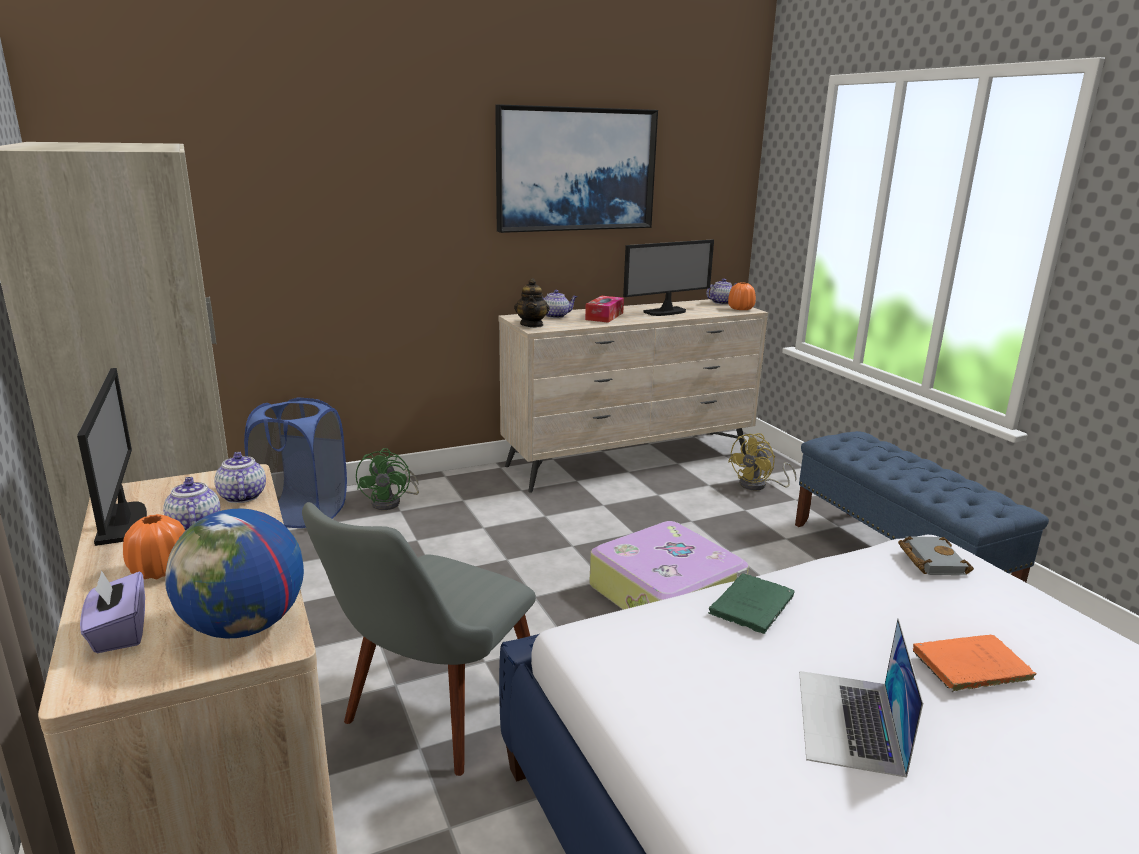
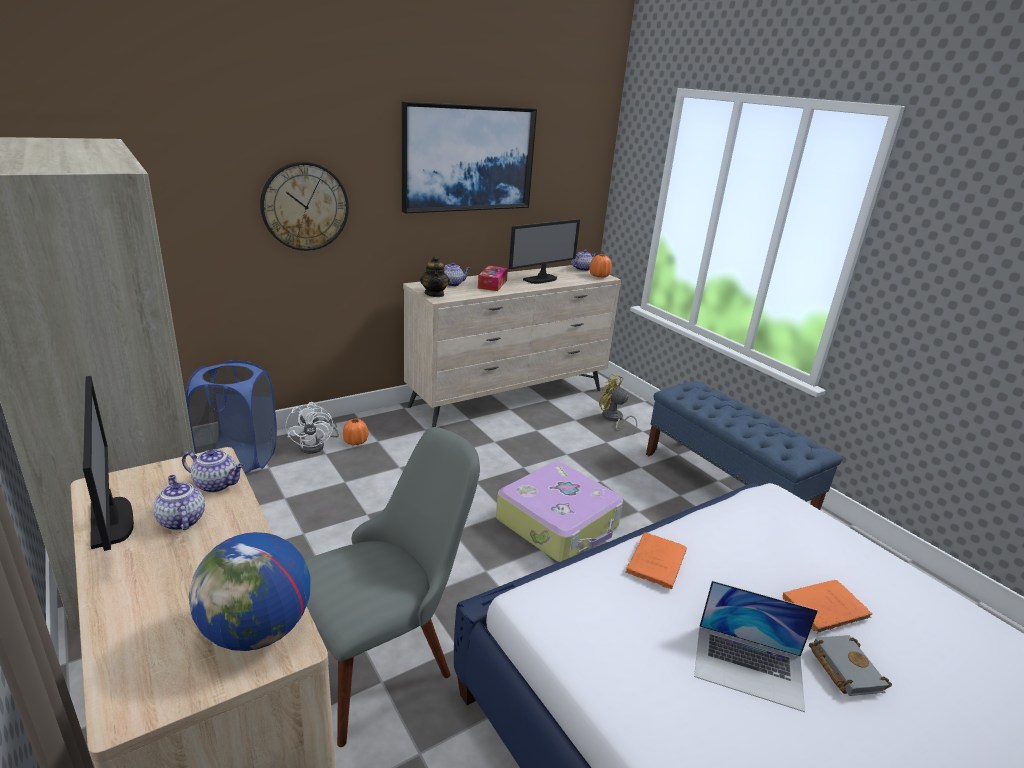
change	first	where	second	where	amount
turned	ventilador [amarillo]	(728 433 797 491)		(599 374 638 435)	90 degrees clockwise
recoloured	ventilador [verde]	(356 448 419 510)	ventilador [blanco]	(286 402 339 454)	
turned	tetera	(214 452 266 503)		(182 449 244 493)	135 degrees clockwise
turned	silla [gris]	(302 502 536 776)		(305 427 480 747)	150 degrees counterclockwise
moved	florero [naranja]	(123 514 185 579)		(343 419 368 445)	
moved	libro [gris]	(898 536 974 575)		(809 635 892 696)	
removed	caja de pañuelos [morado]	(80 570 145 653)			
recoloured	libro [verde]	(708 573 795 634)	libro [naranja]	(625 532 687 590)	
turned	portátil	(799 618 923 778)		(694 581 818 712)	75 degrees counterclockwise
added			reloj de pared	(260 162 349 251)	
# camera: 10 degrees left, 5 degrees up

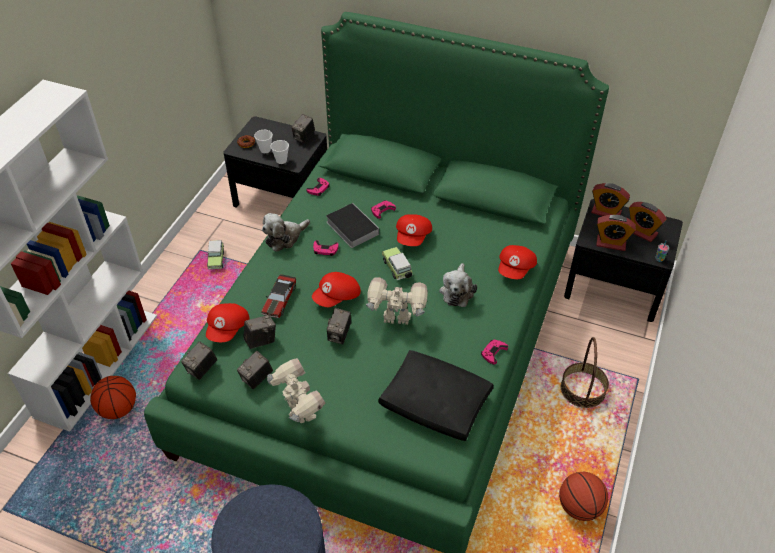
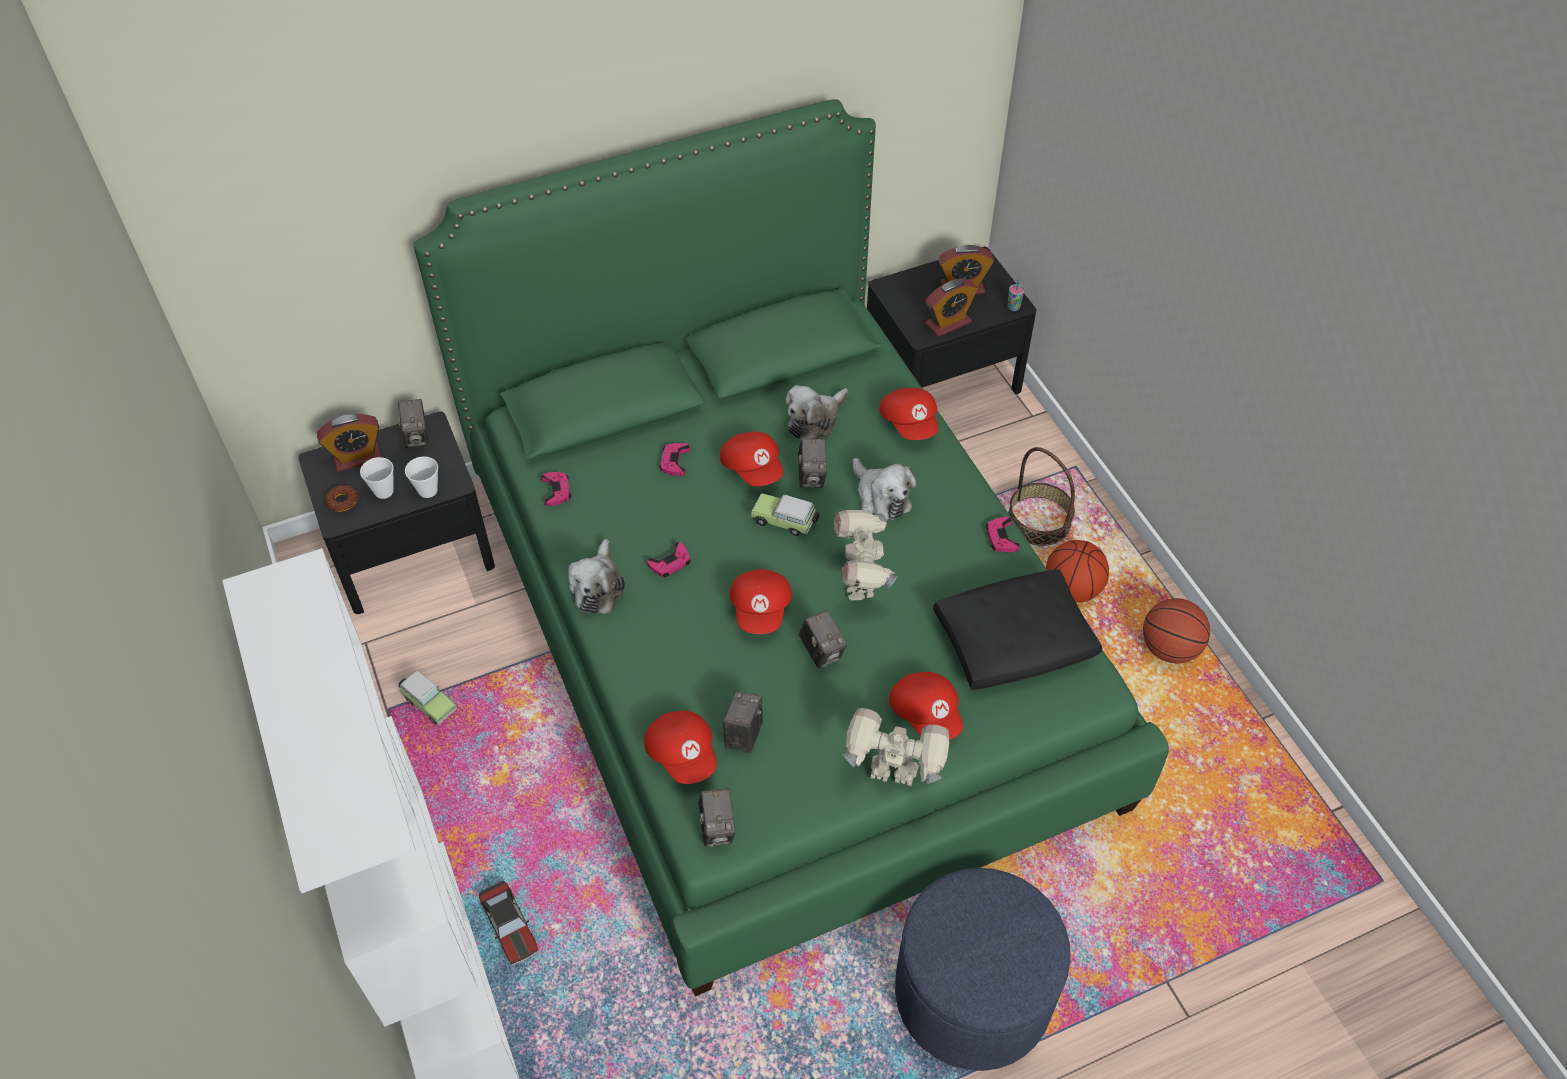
change	first	where	second	where	amount
moved	despertador	(591 183 630 216)		(317 414 381 472)	
removed	libro	(326 203 379 248)			
moved	coche de juguete	(261 274 296 318)		(479 881 539 966)	
turned	robot de juguete	(366 277 428 325)		(834 510 897 601)	60 degrees counterclockwise
moved	cámara	(237 351 273 389)		(798 438 827 488)	
moved	balón de baloncesto	(90 376 136 419)		(1046 540 1109 603)	
added			peluche	(785 385 848 439)	
added			gorra [rojo]	(889 672 963 740)	
# camera: 45 degrees left, 5 degrees up

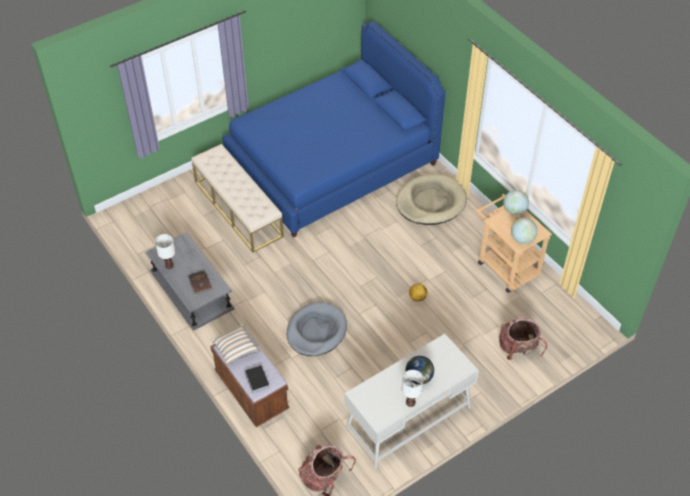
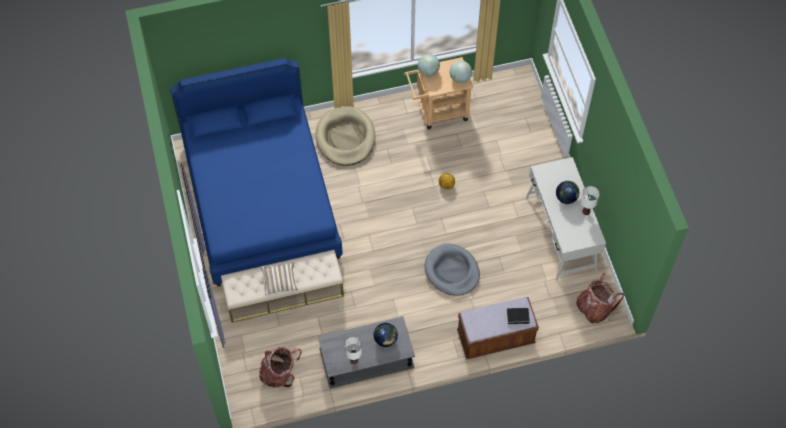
change	first	where	second	where	amount
replaced	libro [marrón]	(188 270 212 295)	globo terráqueo	(374 323 398 347)	
moved	mochila	(499 316 547 360)		(259 347 302 388)	
moved	cojín	(211 324 260 366)		(261 262 298 295)	
# camera: 70 degrees left, 10 degrees up

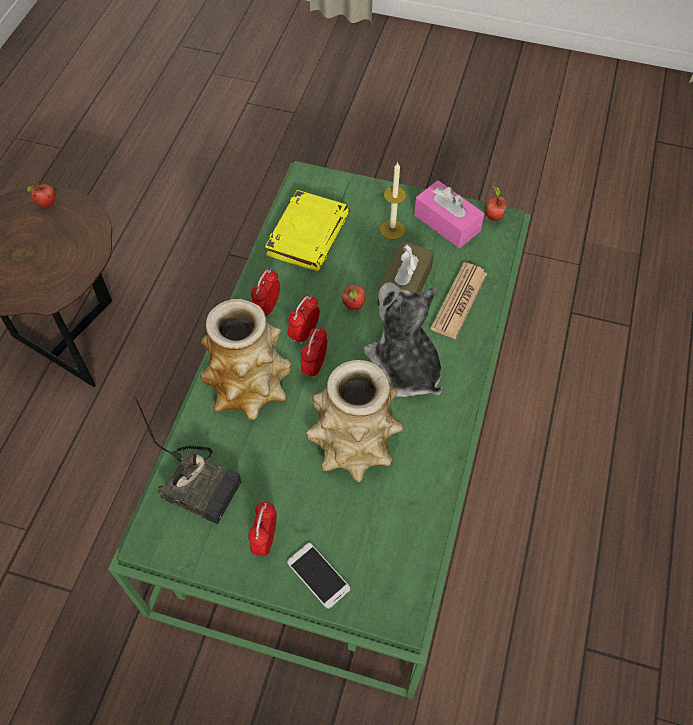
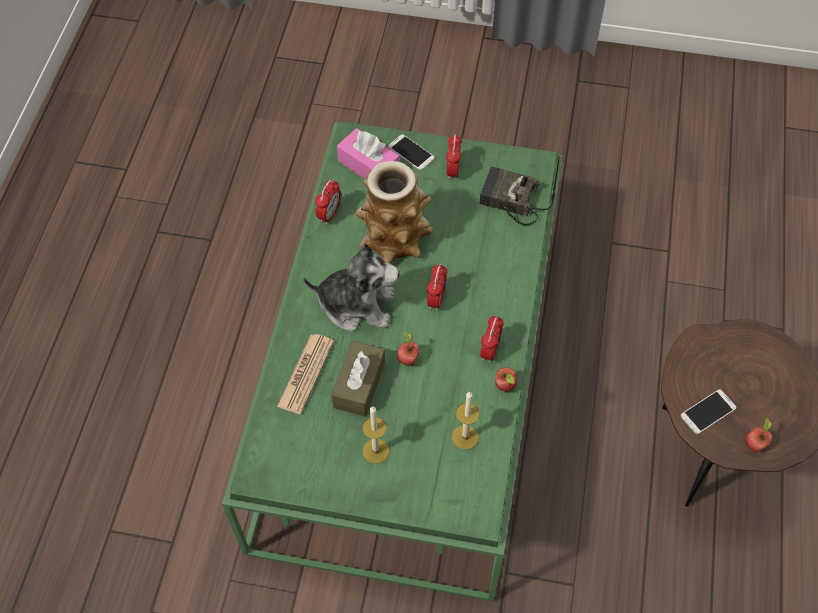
change	first	where	second	where	amount
moved	caja de pañuelos [rosa]	(414 180 484 248)		(337 128 399 179)	
moved	manzana	(485 185 507 221)		(495 367 517 391)	
replaced	libro [amarillo]	(265 190 350 271)	vela	(452 392 479 450)	
turned	peluche	(363 282 442 397)		(303 244 399 331)	45 degrees counterclockwise
moved	despertador	(288 295 320 345)		(315 179 341 224)	
removed	florero	(200 299 291 420)			
added			móvil	(681 389 736 434)	
# camera: 175 degrees right, 0 degrees up

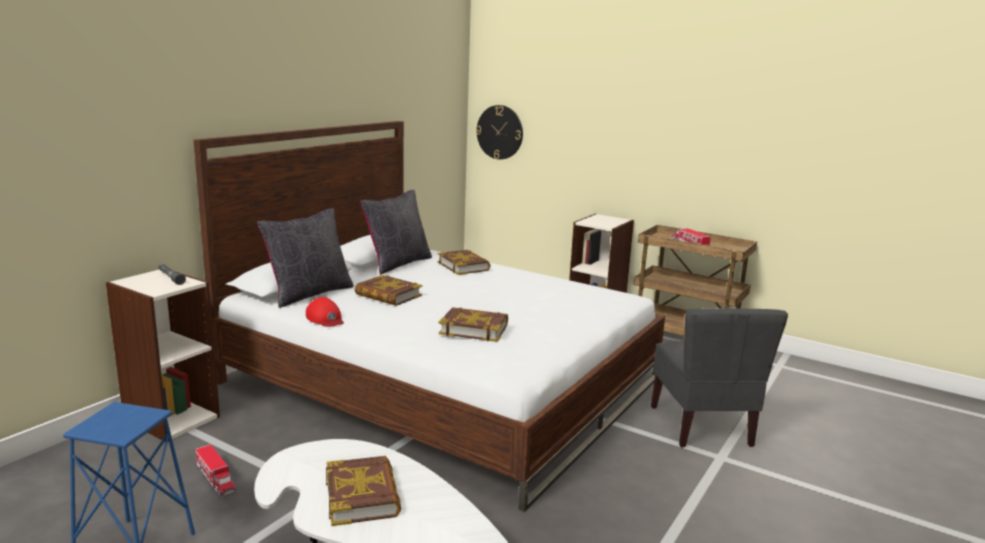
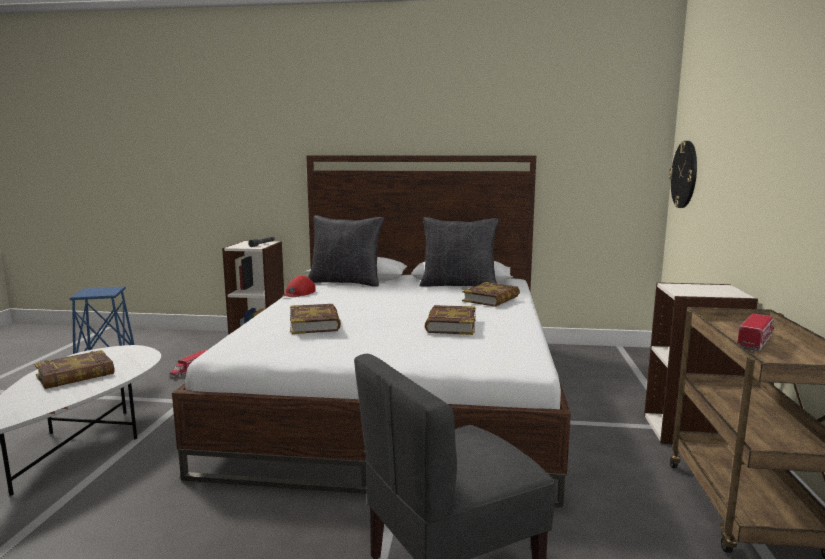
change	first	where	second	where	amount
moved	libro	(355 275 422 306)		(425 305 476 335)	
# camera: 65 degrees right, 5 degrees down

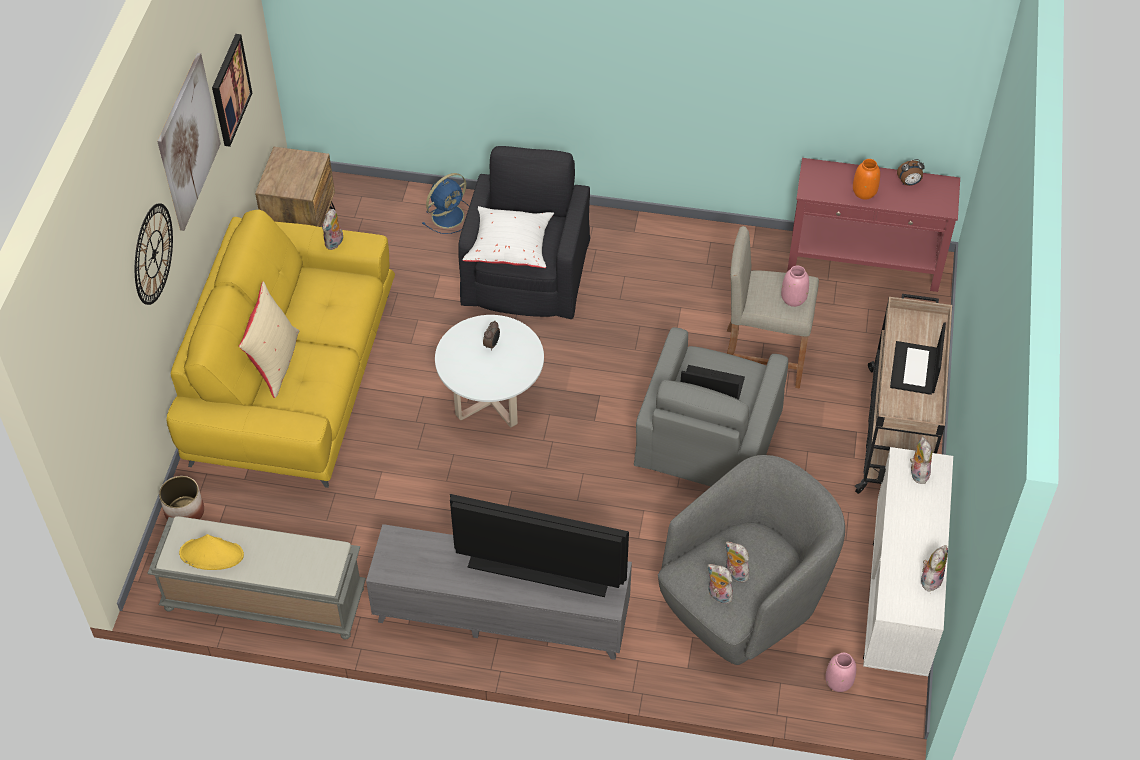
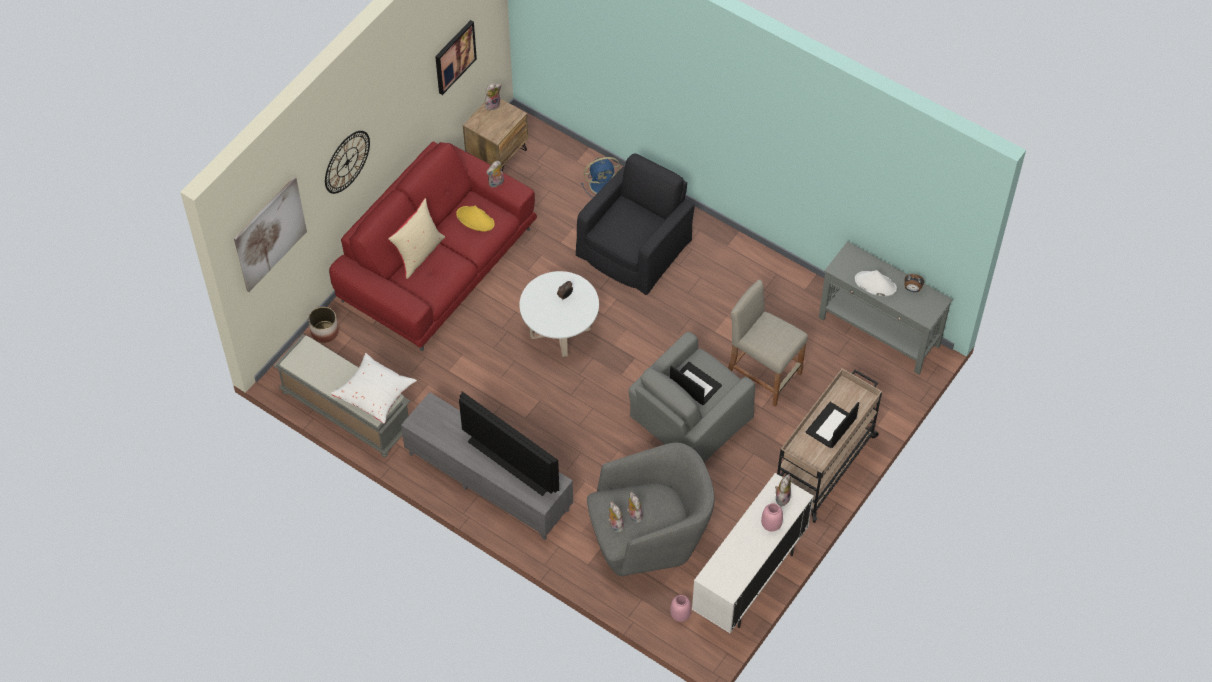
change	first	where	second	where	amount
moved	cuadro	(157 53 221 231)		(234 177 307 292)	
recoloured	mesa consola [rojo]	(787 158 960 292)	mesa consola [gris]	(819 241 953 374)	
replaced	florero [naranja]	(853 159 880 200)	sombrero [blanco]	(855 270 897 296)	
moved	cojín [blanco]	(463 206 554 268)		(330 353 417 424)	
recoloured	sofá [amarillo]	(166 210 395 488)	sofá [rojo]	(329 142 537 352)	
moved	florero [rosa]	(781 266 809 307)		(761 503 783 532)	
moved	sombrero [amarillo]	(179 534 244 570)		(456 206 495 232)	
moved	peluche	(921 545 948 591)		(485 83 501 110)	
# camera: 25 degrees right, 5 degrees up

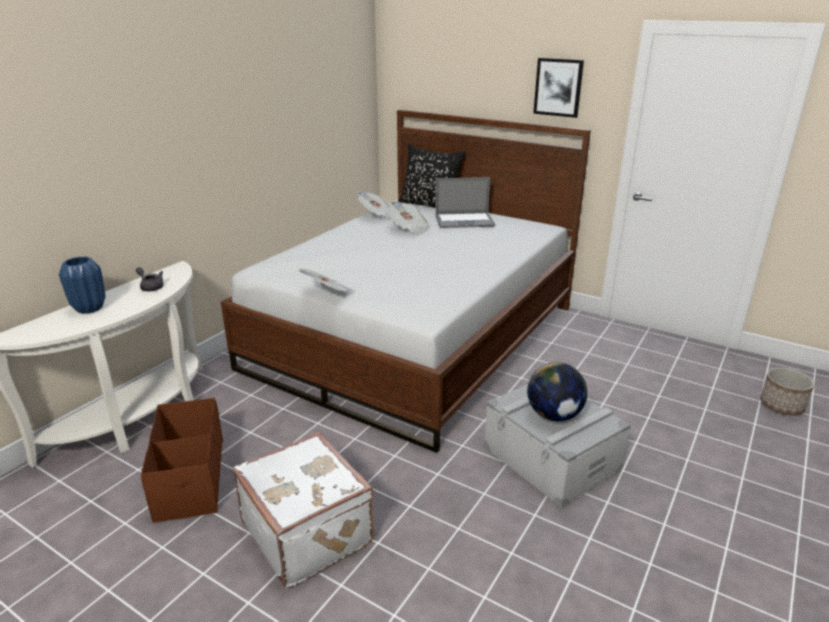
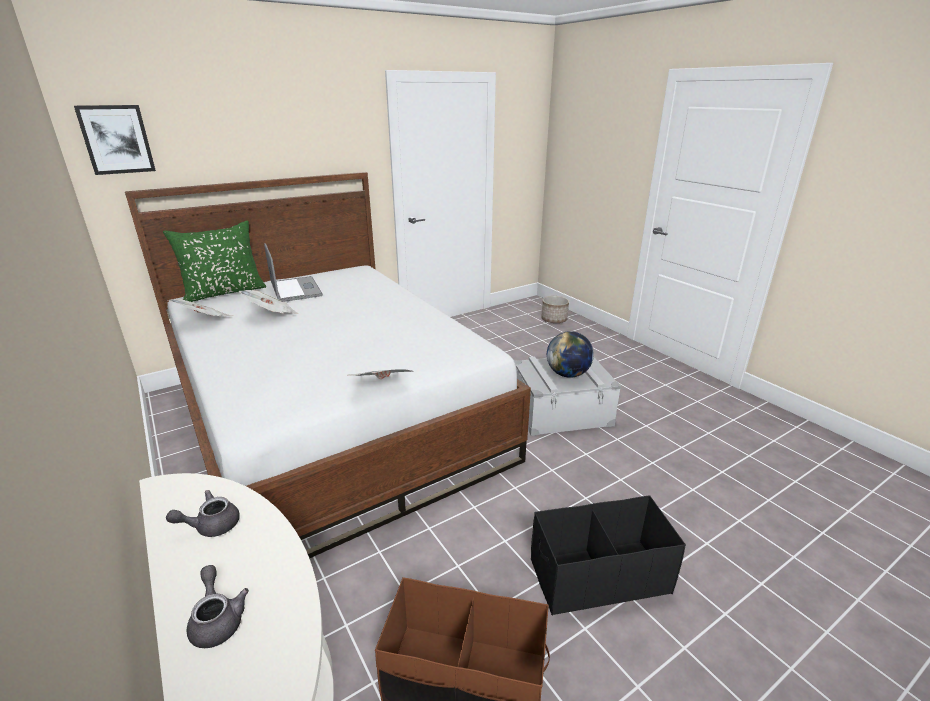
change	first	where	second	where	amount
moved	cuadro	(533 58 584 118)		(74 105 156 175)	
recoloured	cojín [negro]	(398 144 465 208)	cojín [verde]	(163 221 266 302)	
turned	portátil	(435 177 495 228)		(264 243 323 302)	45 degrees counterclockwise
replaced	florero [azul]	(59 257 106 314)	tetera [gris]	(187 565 249 648)	
replaced	maleta [blanco]	(233 432 374 589)	caja de almacenaje [negro]	(531 495 686 616)	
# camera: 65 degrees left, 0 degrees up

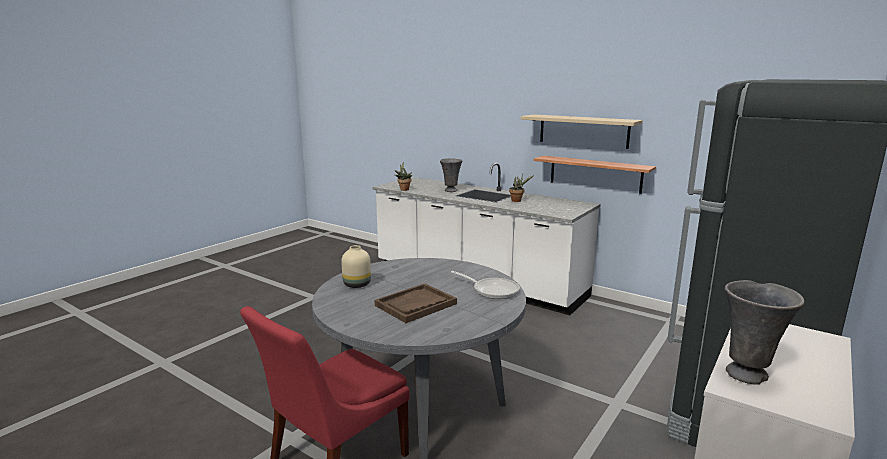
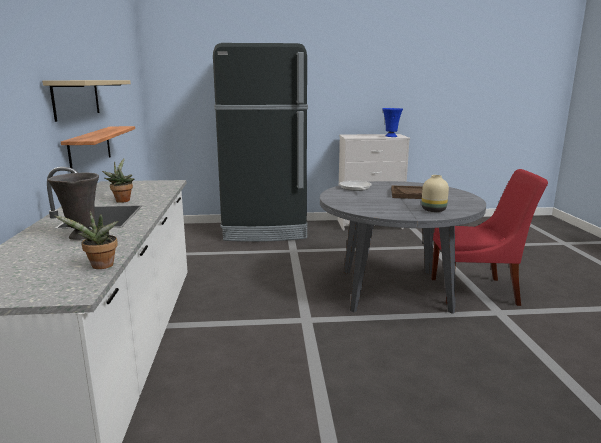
change	first	where	second	where	amount
recoloured	florero [gris]	(725 280 805 385)	florero [azul]	(382 108 403 137)	
# camera: 130 degrees left, 0 degrees up

